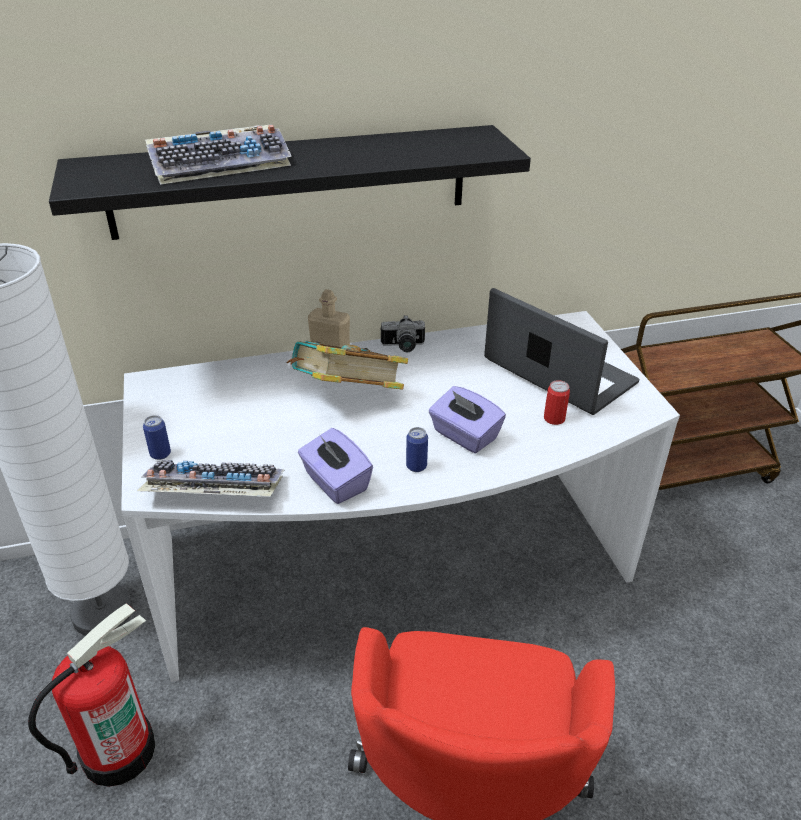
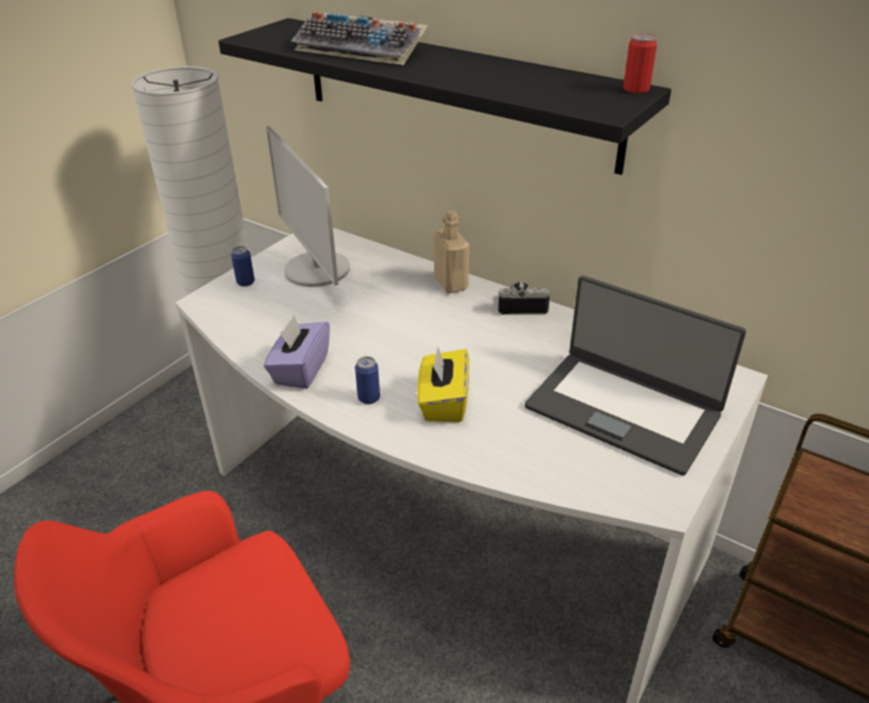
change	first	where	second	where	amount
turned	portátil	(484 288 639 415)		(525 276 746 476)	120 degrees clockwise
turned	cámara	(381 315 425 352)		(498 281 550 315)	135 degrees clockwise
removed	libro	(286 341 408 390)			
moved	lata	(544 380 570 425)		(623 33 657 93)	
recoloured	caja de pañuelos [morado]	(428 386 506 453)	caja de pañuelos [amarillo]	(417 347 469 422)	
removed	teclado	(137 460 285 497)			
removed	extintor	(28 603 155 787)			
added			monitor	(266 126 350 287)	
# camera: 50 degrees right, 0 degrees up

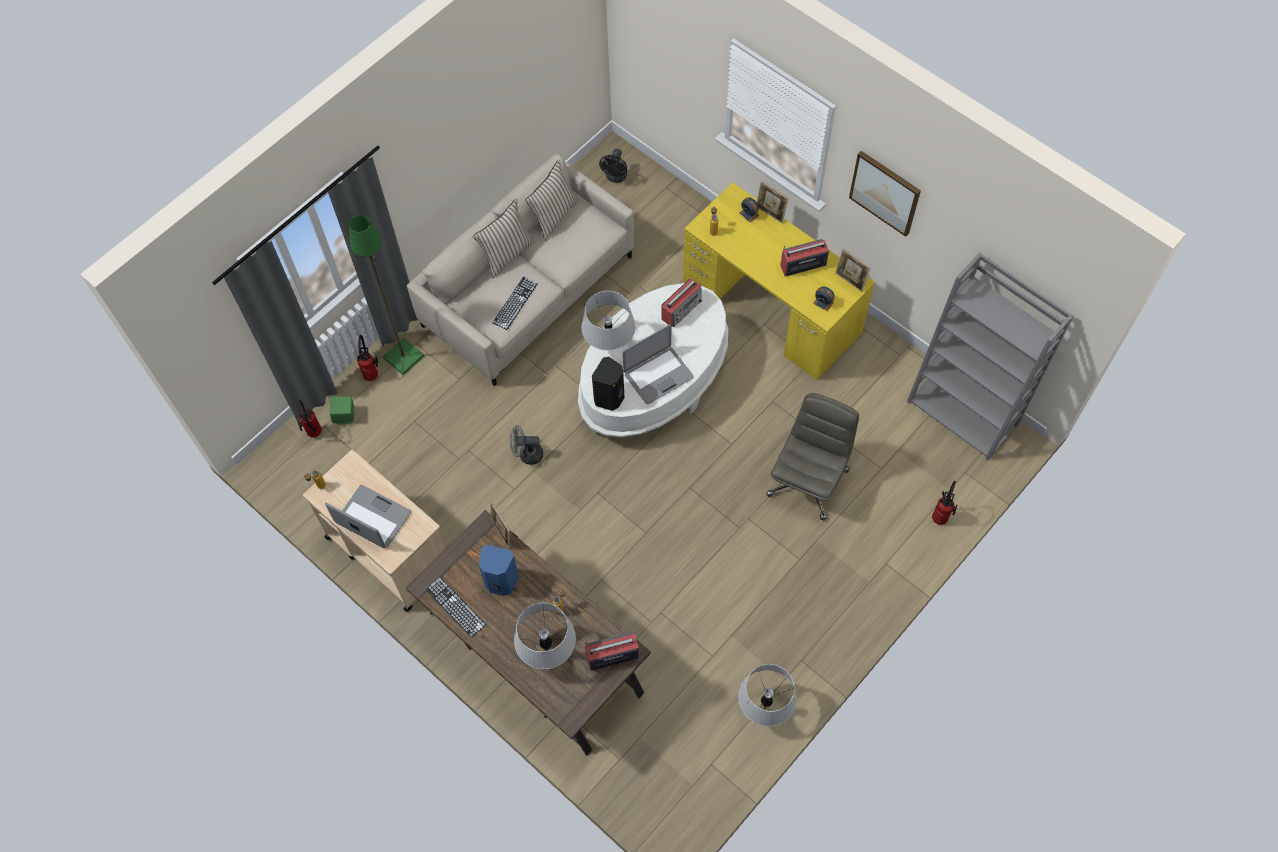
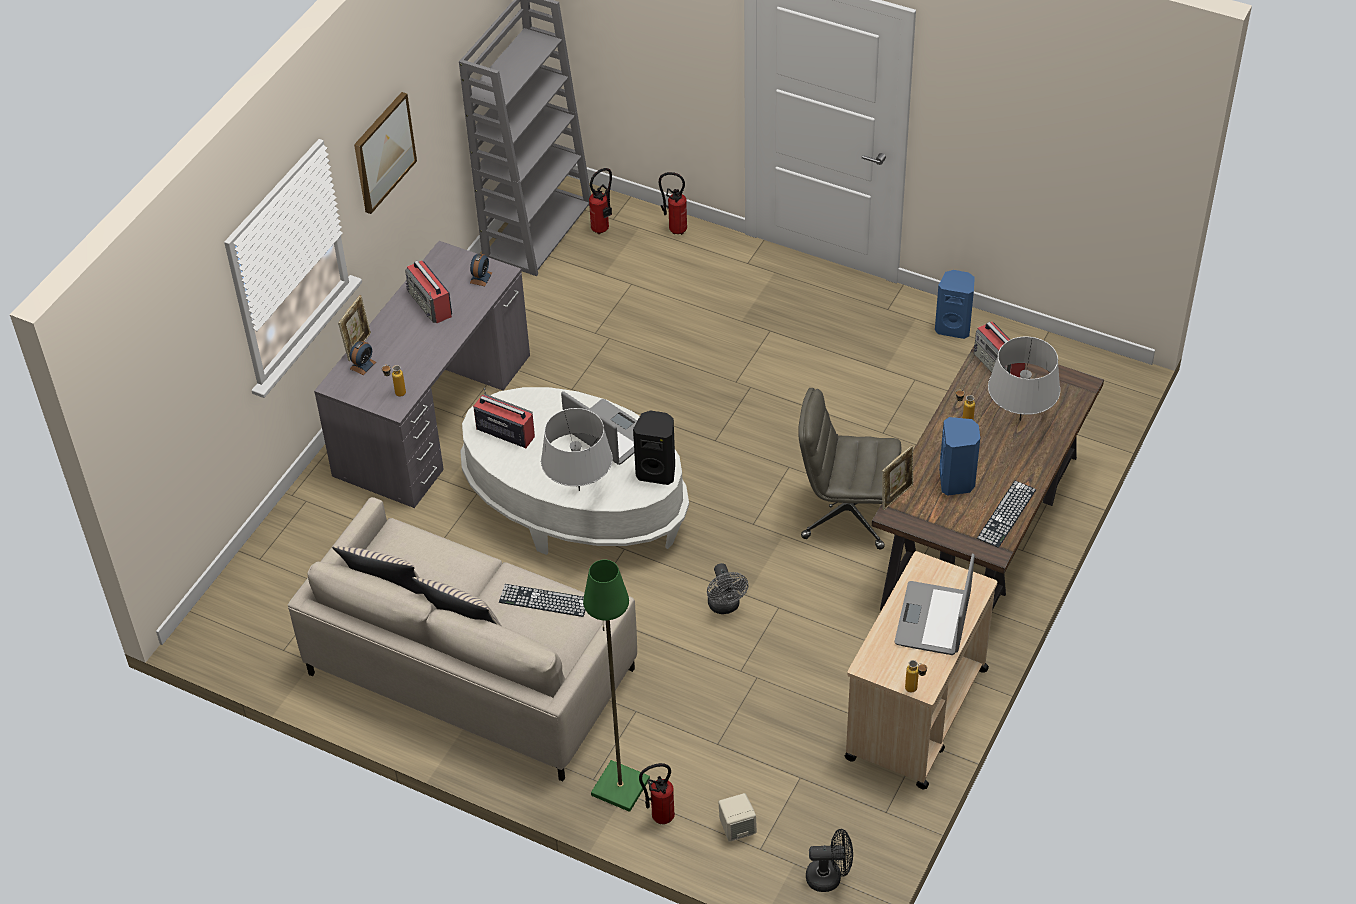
change	first	where	second	where	amount
moved	ventilador [negro]	(599 148 627 183)		(806 829 853 892)	
recoloured	escritorio [amarillo]	(683 183 875 380)	escritorio [gris]	(314 241 530 508)	
removed	portarretratos	(835 248 870 292)			
moved	silla de oficina [gris]	(766 393 859 520)		(798 388 902 550)	
recoloured	altavoz [verde]	(329 396 354 424)	altavoz [beis]	(718 793 757 842)	
moved	extintor	(297 400 322 438)		(589 168 612 234)	
replaced	lámpara de mesa [gris]	(738 664 797 727)	altavoz [azul]	(935 270 975 339)	
# camera: 105 degrees left, 15 degrees down

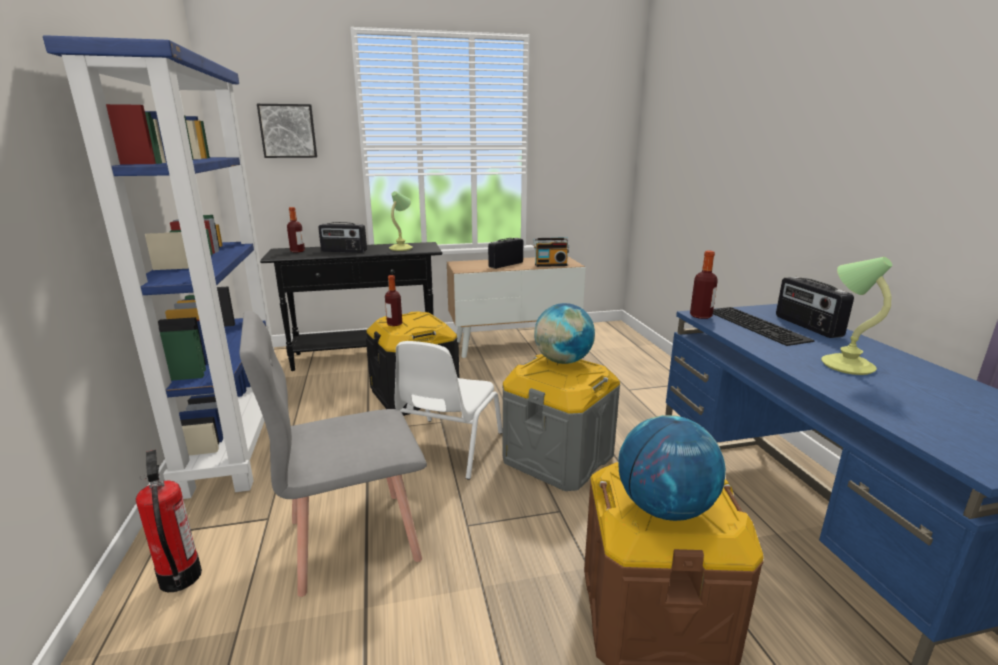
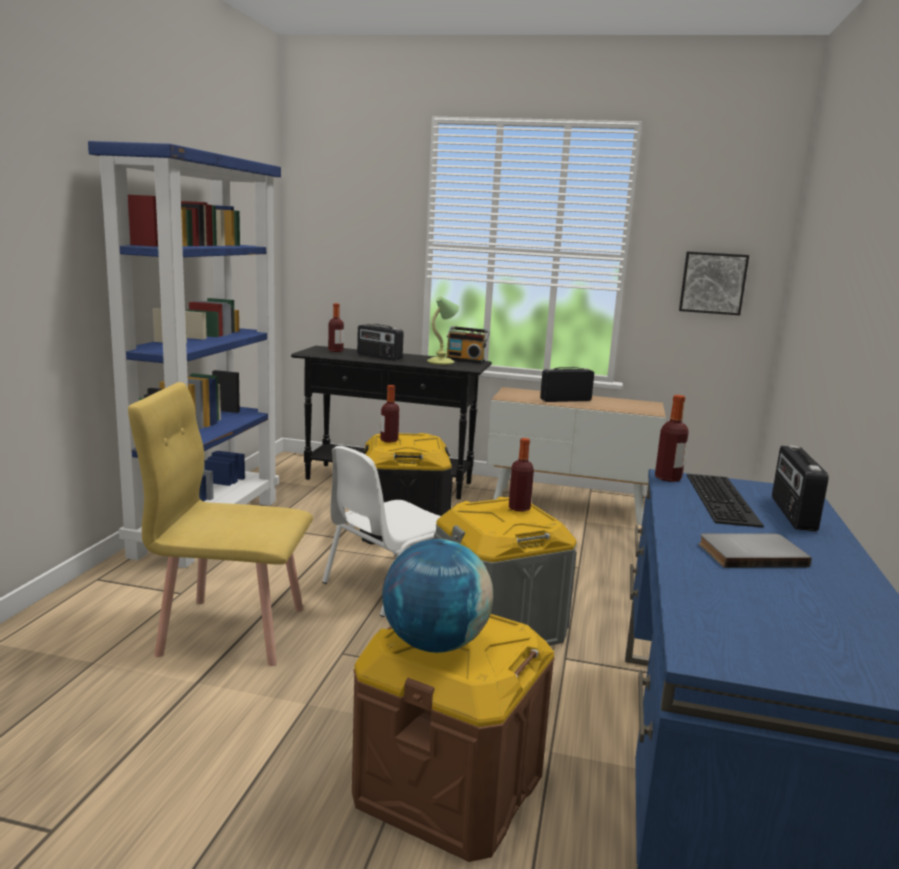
change	first	where	second	where	amount
moved	cuadro	(257 104 317 158)		(679 252 749 315)	
moved	radio	(534 237 569 267)		(446 326 490 363)	
replaced	lámpara de mesa	(821 257 892 375)	libro [gris]	(699 533 812 568)	
replaced	globo terráqueo	(534 303 595 364)	botella	(509 438 534 512)	
recoloured	silla [gris]	(239 311 427 597)	silla [amarillo]	(128 382 313 666)	
removed	extintor	(136 450 202 592)			
# camera: 25 degrees right, 5 degrees down

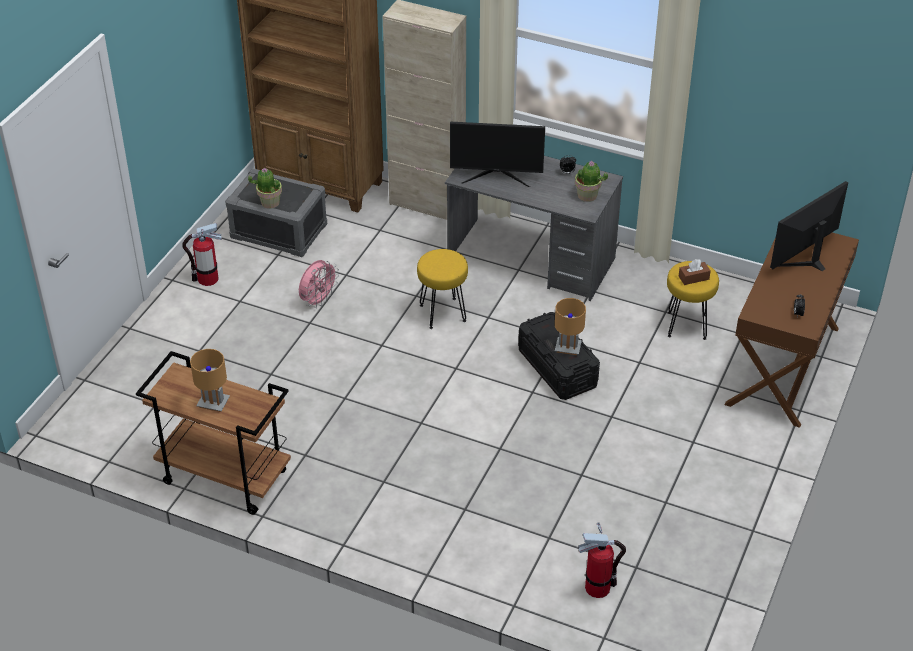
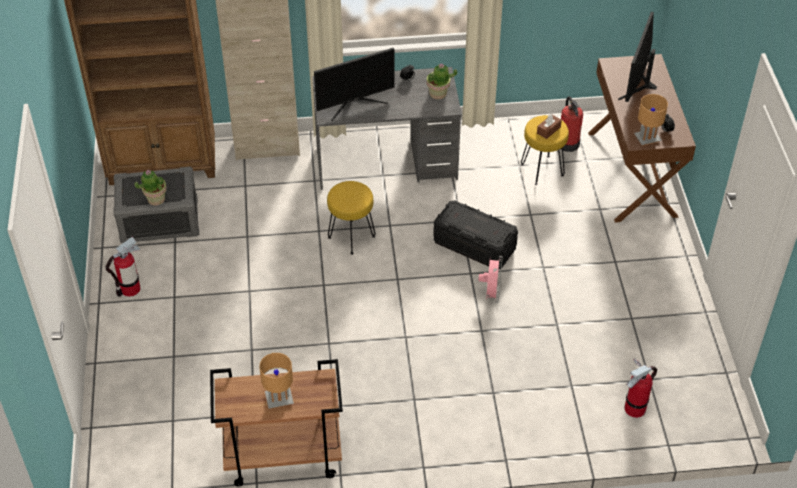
change	first	where	second	where	amount
moved	ventilador [rosa]	(299 260 339 308)		(478 256 503 303)	
moved	lámpara de mesa [marrón]	(555 298 586 355)		(634 94 668 146)	
added			extintor	(561 96 583 152)	
# camera: 30 degrees left, 5 degrees up

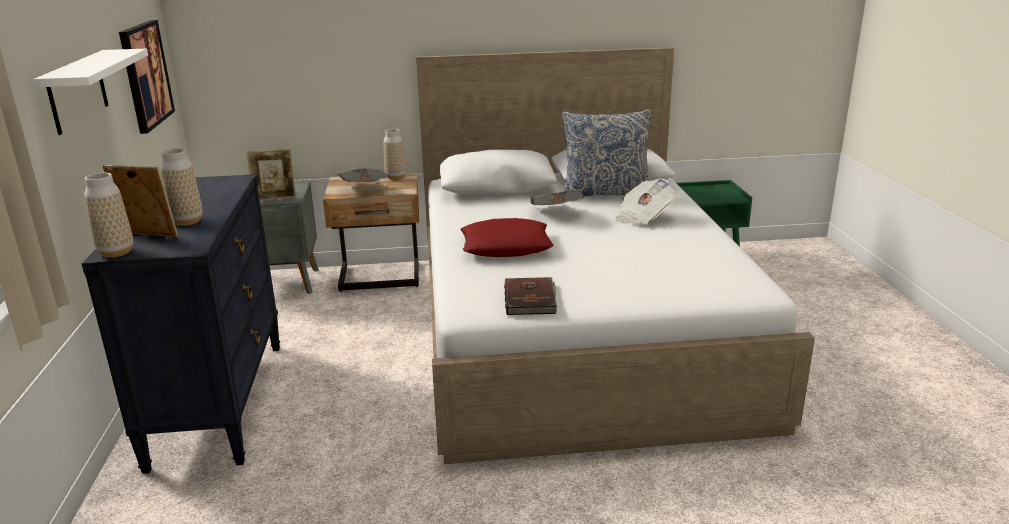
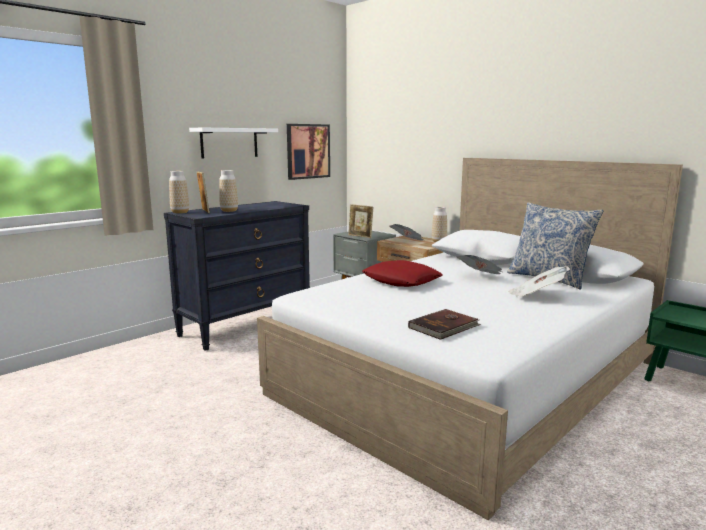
change	first	where	second	where	amount
moved	libro [marrón]	(504 277 557 315)		(408 309 481 340)	
# camera: 50 degrees right, 10 degrees down

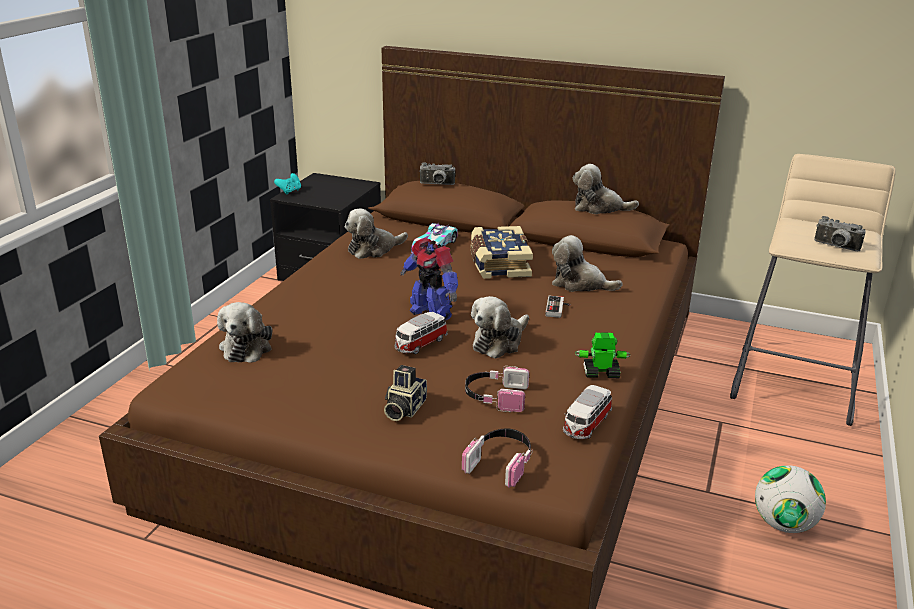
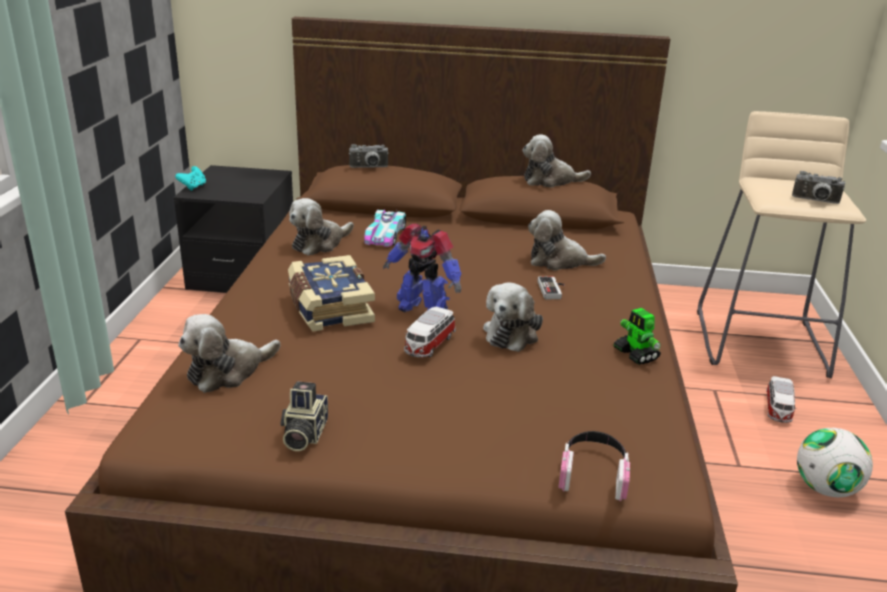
change	first	where	second	where	amount
moved	libro	(470 226 533 279)		(288 255 375 331)	
turned	peluche	(217 302 272 363)		(178 314 280 393)	60 degrees clockwise
turned	robot de juguete	(575 332 630 378)		(613 308 661 365)	105 degrees counterclockwise
moved	cámara	(384 365 427 421)		(280 381 328 451)	
removed	auriculares	(465 366 529 412)			
moved	coche de juguete	(563 385 612 439)		(766 376 797 423)	
# camera: 15 degrees left, 0 degrees up

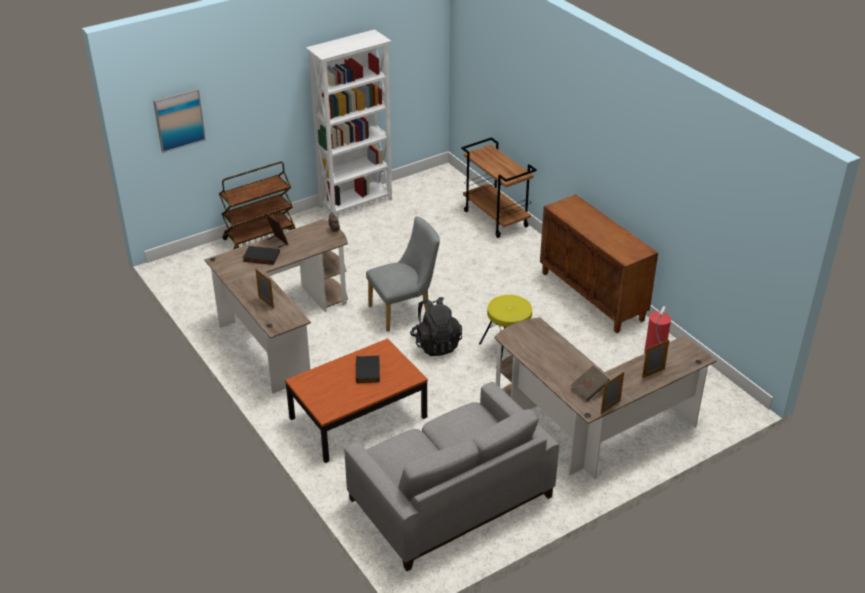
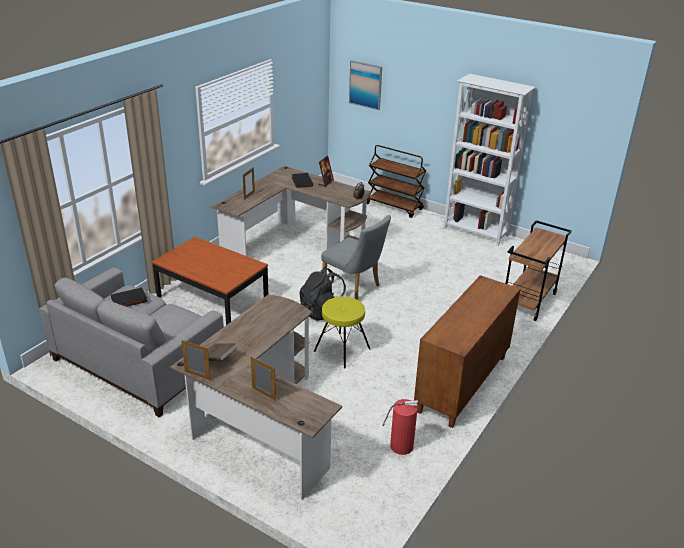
change	first	where	second	where	amount
moved	libro [negro]	(356 356 380 383)		(111 287 148 307)	
# camera: 65 degrees right, 5 degrees down

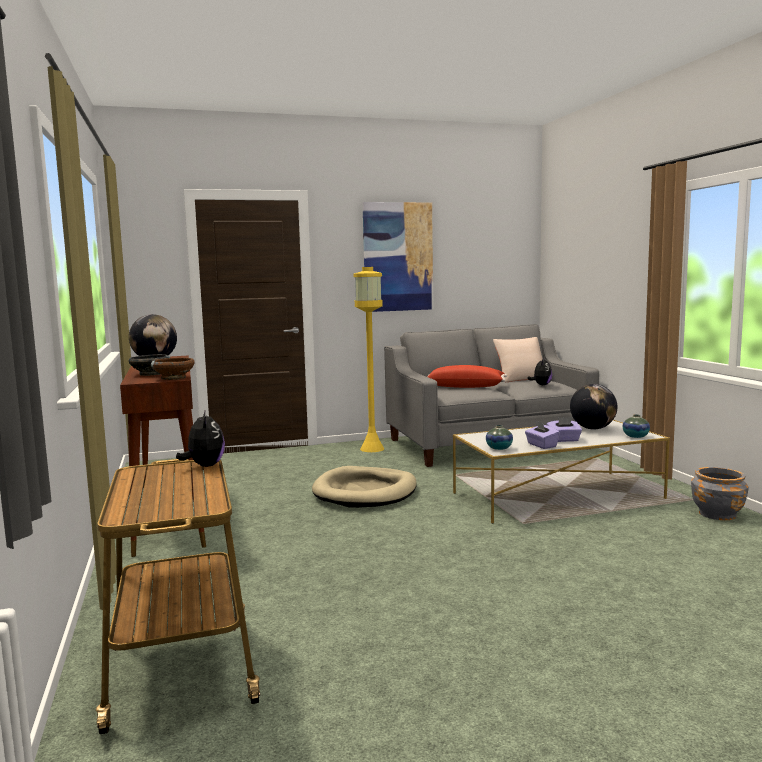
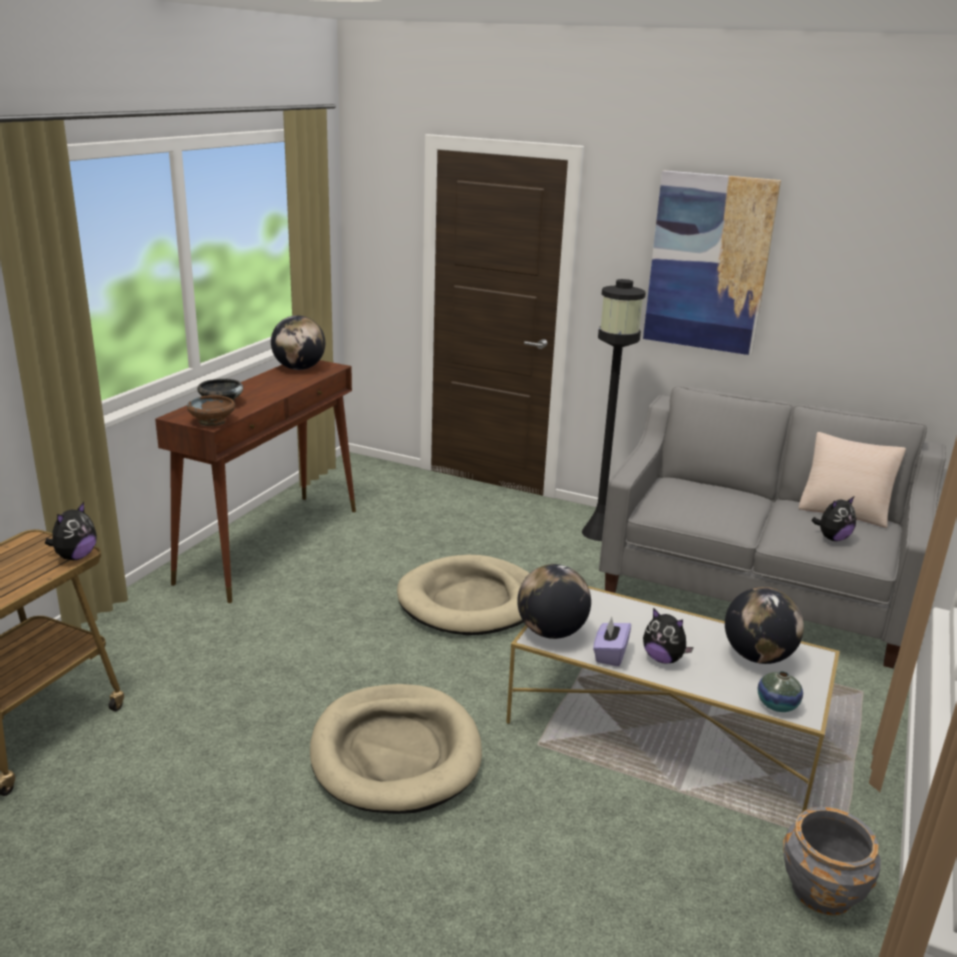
change	first	where	second	where	amount
recoloured	lámpara de pie [amarillo]	(354 267 384 452)	lámpara de pie [negro]	(582 279 646 541)	
removed	cojín [rojo]	(427 365 507 388)			
replaced	caja de pañuelos [morado]	(546 417 582 442)	peluche	(643 608 694 663)	
replaced	florero	(486 425 513 450)	globo terráqueo	(517 564 591 639)	
added			cama para perro [beis]	(310 684 482 814)	
# camera: 40 degrees right, 15 degrees up

